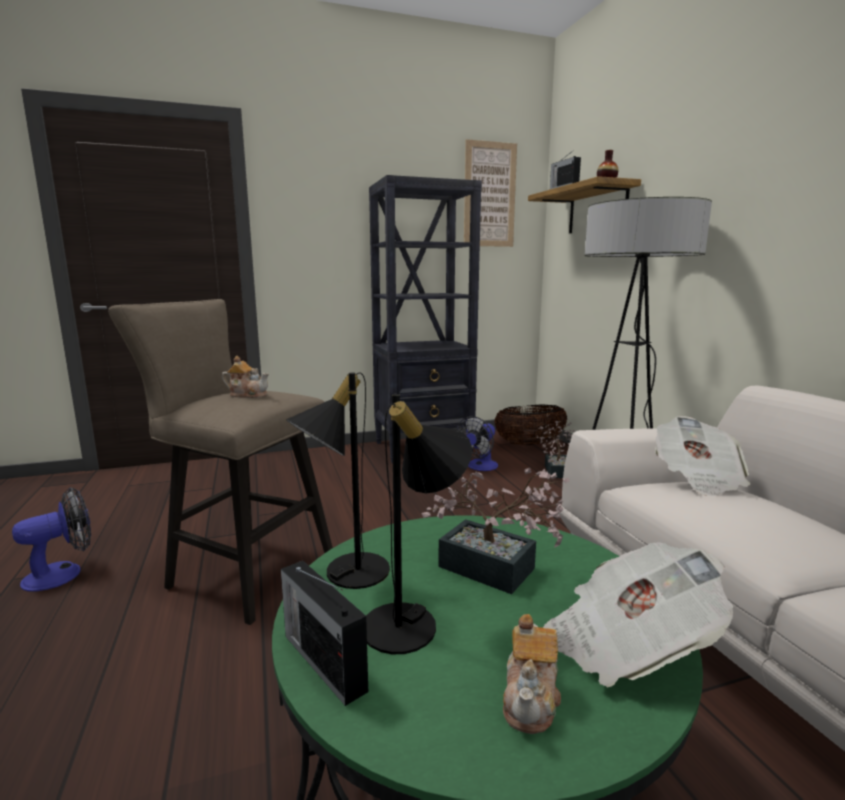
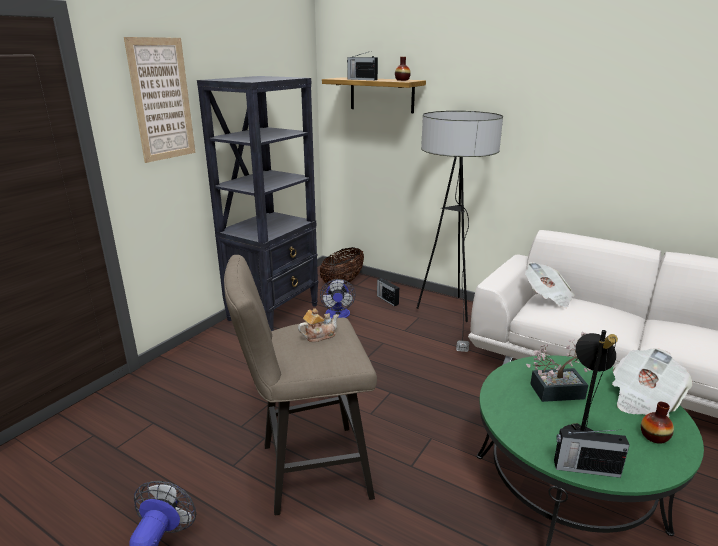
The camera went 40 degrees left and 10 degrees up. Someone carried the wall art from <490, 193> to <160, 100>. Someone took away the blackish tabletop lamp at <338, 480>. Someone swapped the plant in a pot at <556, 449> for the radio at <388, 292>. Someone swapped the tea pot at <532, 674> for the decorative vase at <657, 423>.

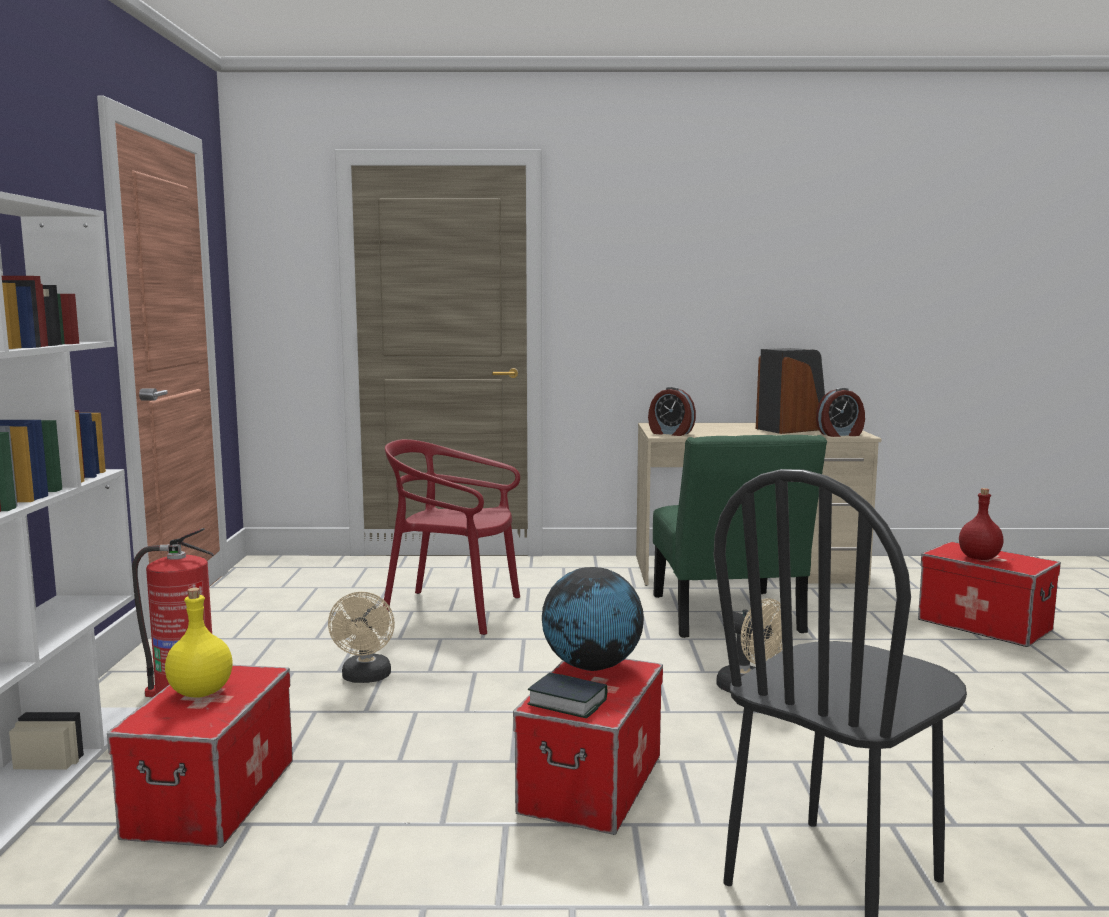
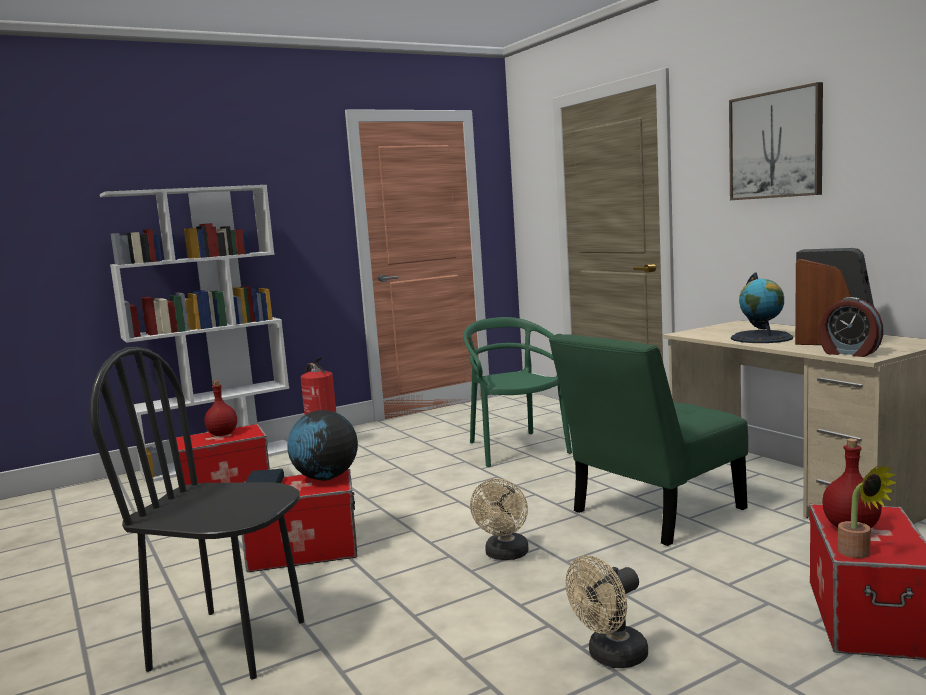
The camera went 60 degrees right and 0 degrees up. Someone took away the alarm clock at <672, 411>. Someone repainted the red upright chair at <451, 537>, which became the greenish upright chair at <517, 392>. Someone repainted the yellowish drink bottle at <199, 643>, which became the red drink bottle at <221, 408>. Someone carried the sand-coloured cooling fan from <361, 637> to <607, 611>. Someone put up the wall art at <776, 141>. Someone put down the world globe at <762, 308>. Someone put down the plant in a pot at <867, 511>.

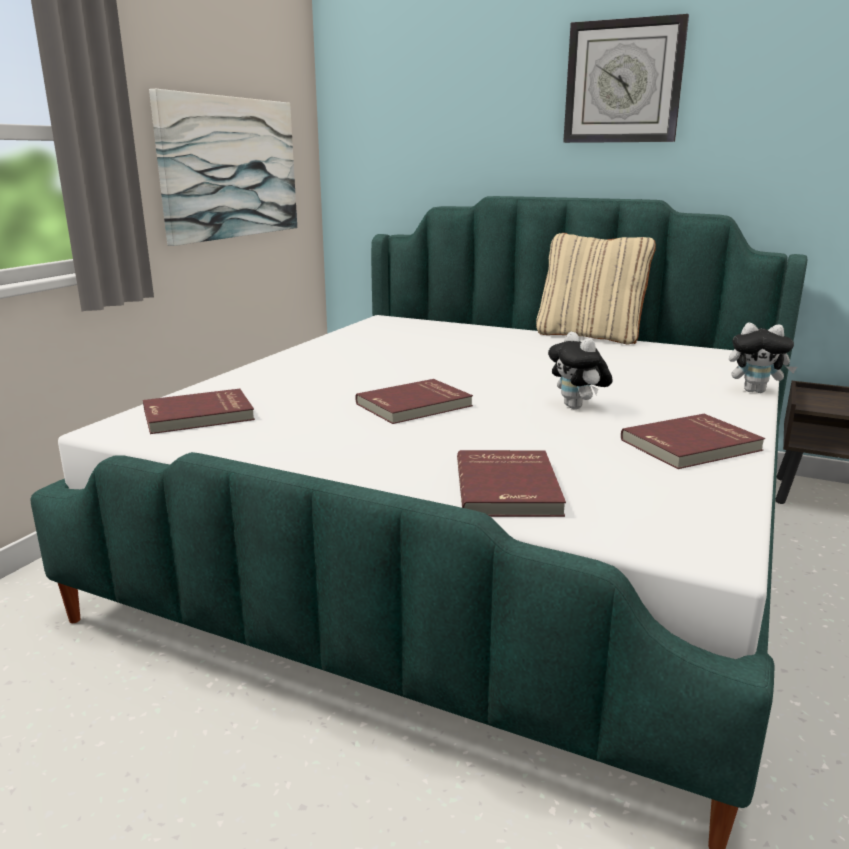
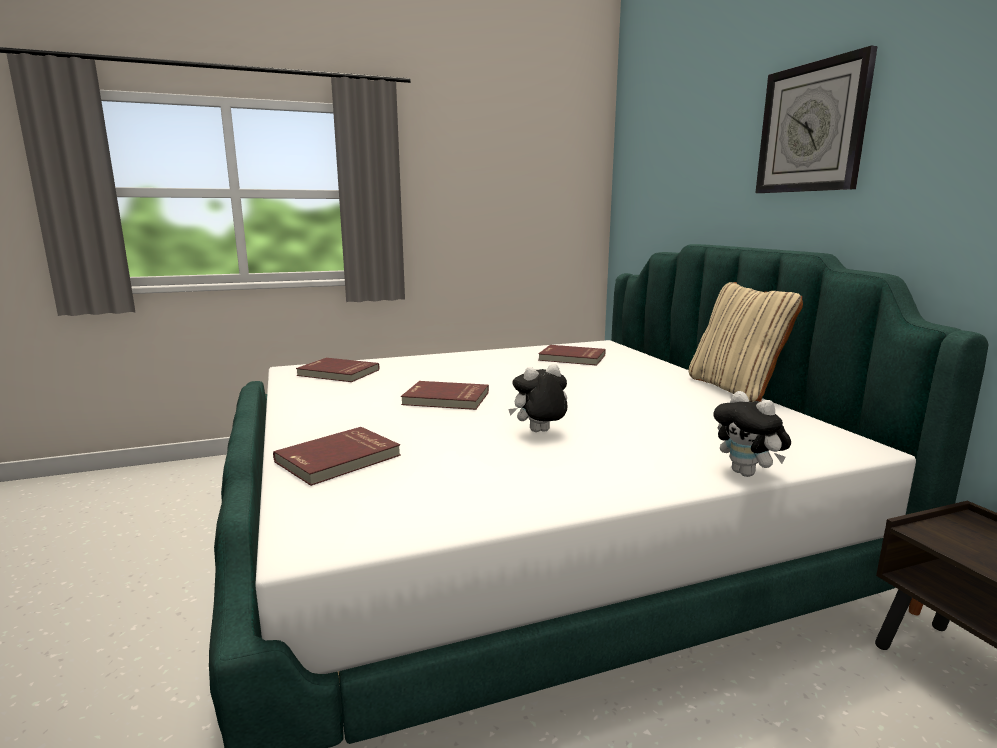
The camera went 45 degrees right and 5 degrees down. Someone took away the wall art at <223, 167>. Someone rotated the plush toy at <580, 370> by 45 degrees clockwise. Someone carried the red book from <693, 441> to <572, 355>.

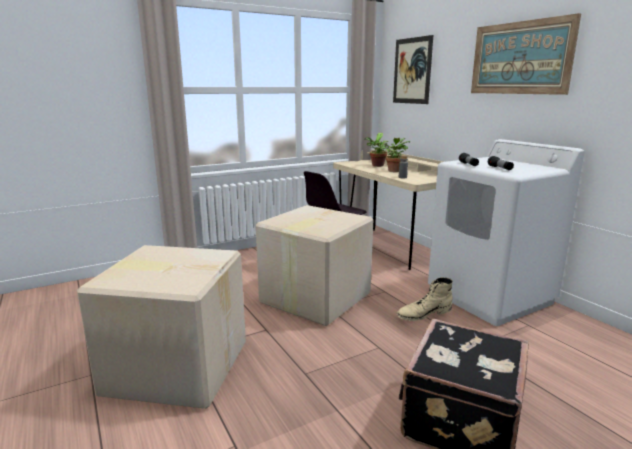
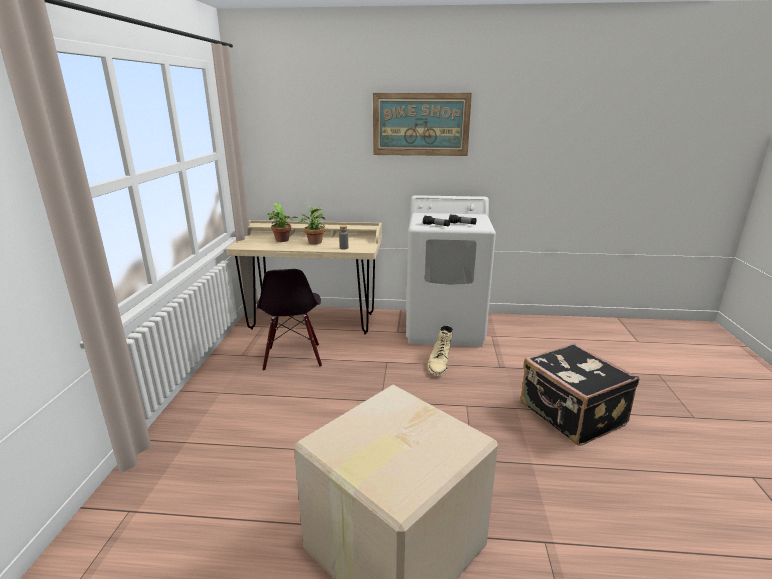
The camera went 55 degrees left and 5 degrees up. Someone took away the wall art at <413, 69>. Someone took away the packing box at <314, 265>.

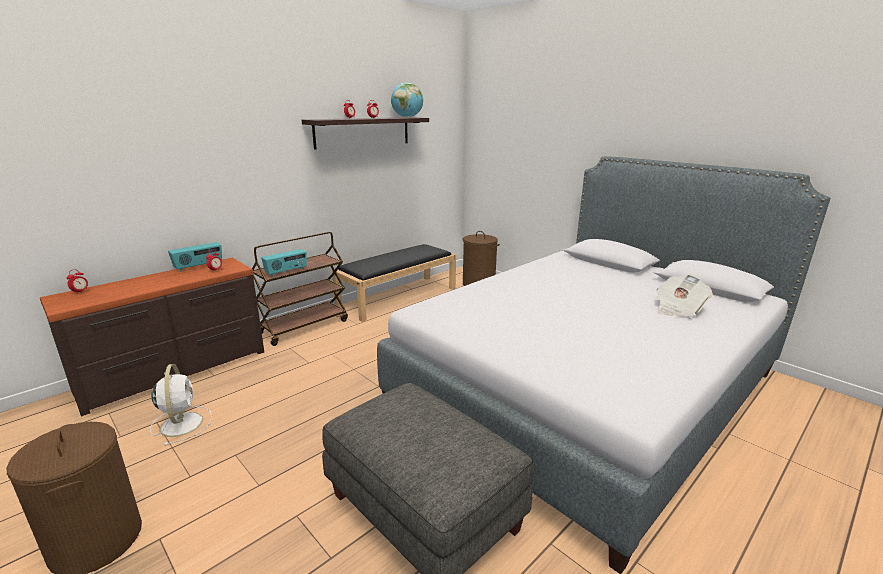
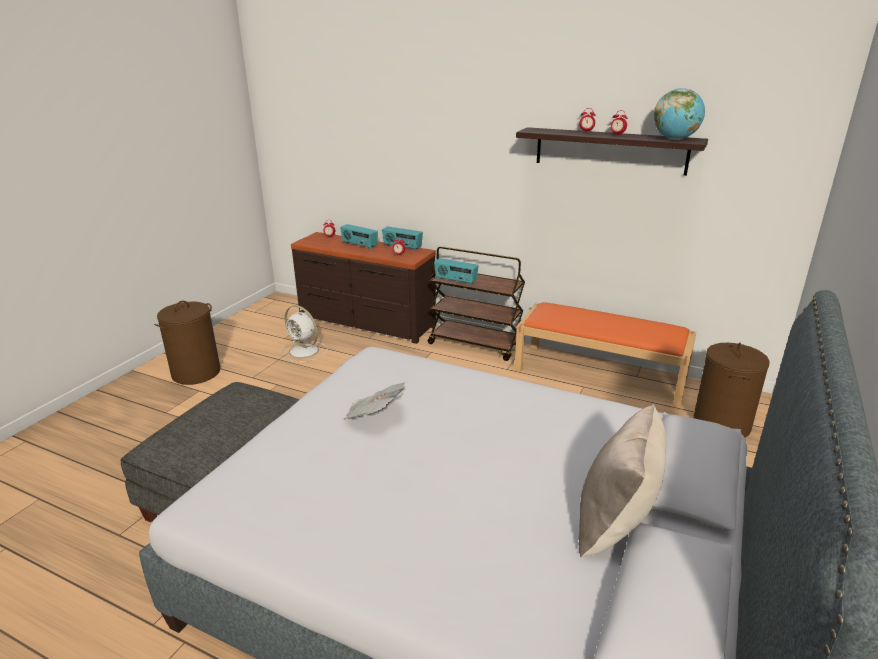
The camera went 70 degrees right and 5 degrees up. Someone repainted the blackish long seat at <394, 283>, which became the orange-coloured long seat at <605, 355>. Someone carried the daily paper from <683, 295> to <374, 401>. Someone rotated the white cooling fan at <181, 405> by 75 degrees clockwise. Someone put down the radio at <359, 237>. Someone put down the sand-coloured pillow at <622, 480>.

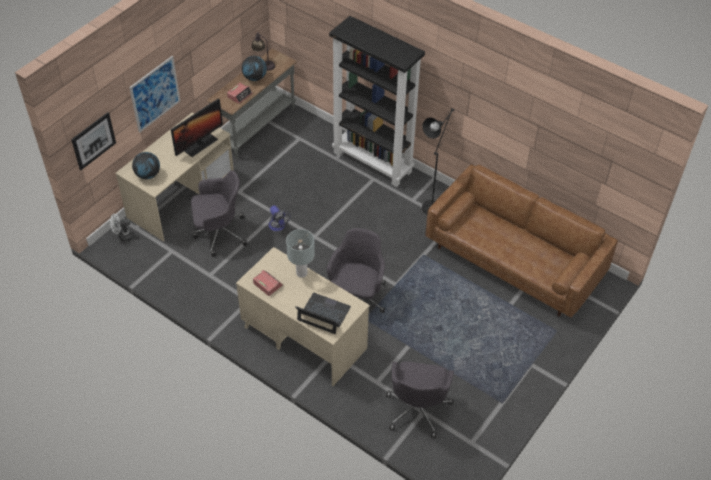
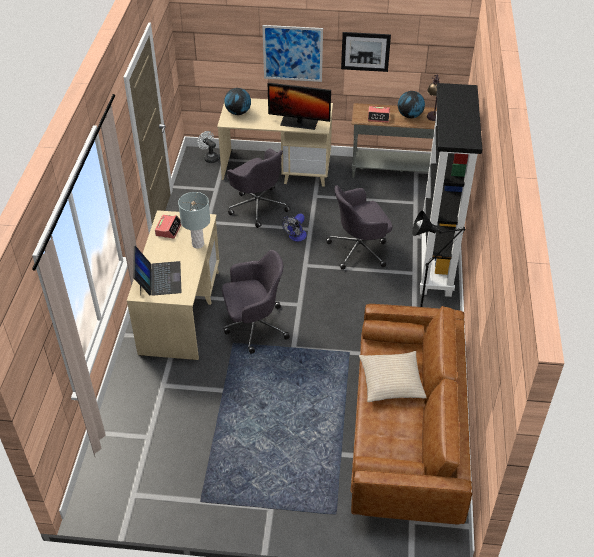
The camera went 60 degrees right and 5 degrees down. Someone carried the wall art from <93, 141> to <366, 52>. Someone carried the greyish office chair from <420, 400> to <359, 227>. Someone put down the sand-coloured pillow at <393, 376>.

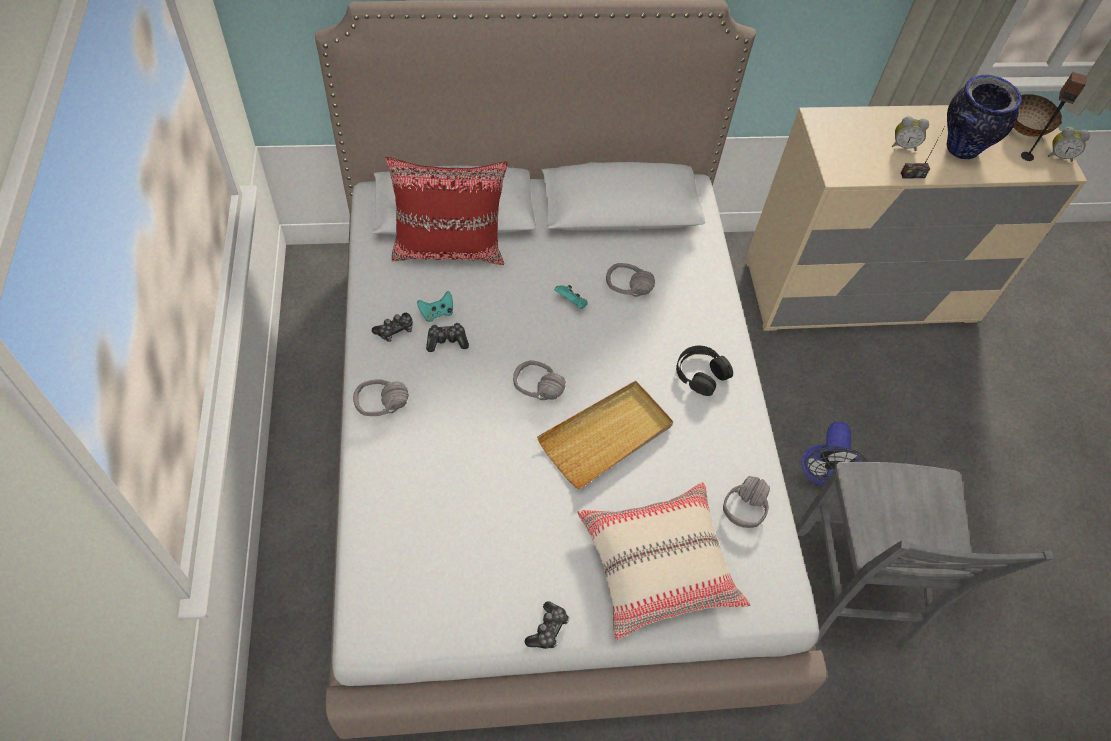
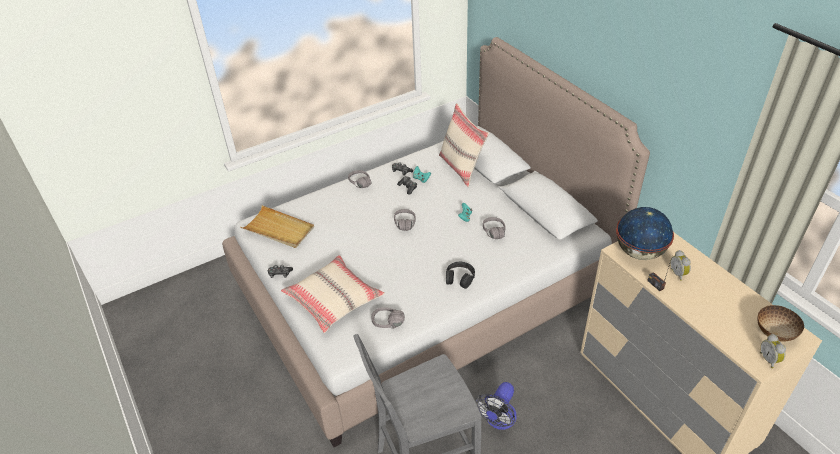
The camera went 70 degrees right and 15 degrees down. Someone took away the speaker at <1054, 116>. Someone took away the decorative vase at <984, 117>. Someone repainted the red pillow at <446, 211>, which became the sand-coloured pillow at <464, 145>. Someone carried the sand-coloured carrying tray from <605, 435> to <277, 226>. Someone rotated the cooling fan at <834, 453> by 45 degrees counterclockwise. Someone put down the world globe at <645, 233>.

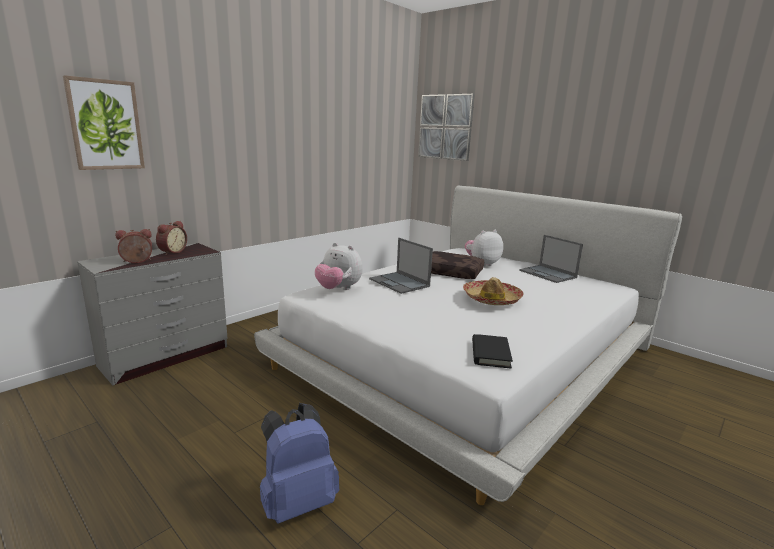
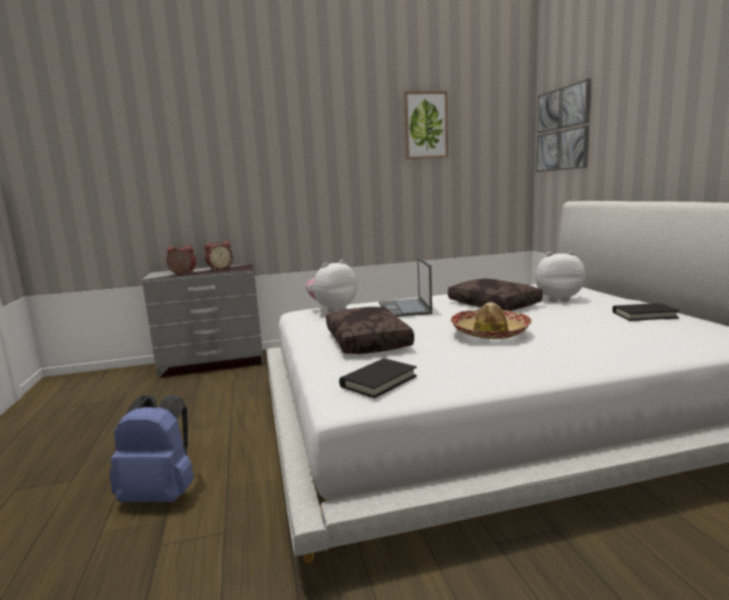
The camera went 35 degrees right and 5 degrees down. Someone carried the wall art from <104, 122> to <426, 125>. Someone swapped the laptop at <551, 259> for the blackish book at <646, 312>. Someone rotated the plush toy at <339, 266> by 75 degrees clockwise. Someone put down the brown pillow at <370, 330>.

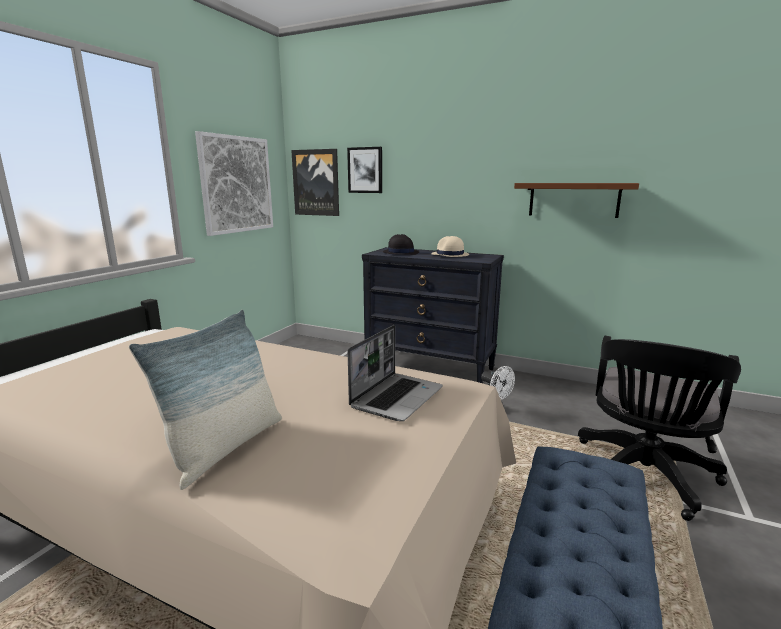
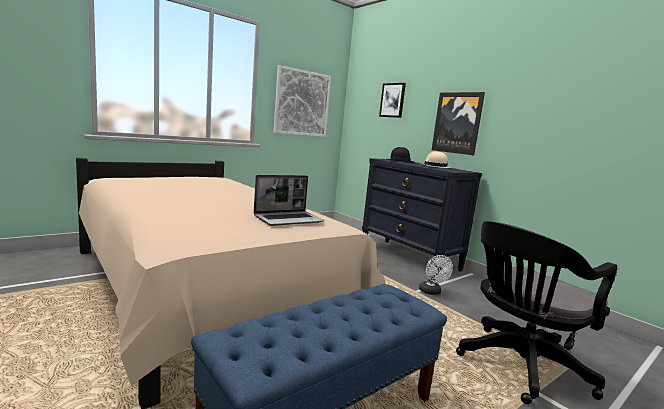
The camera went 25 degrees right and 5 degrees down. Someone carried the wall art from <315, 182> to <458, 123>. Someone took away the brown shelf at <576, 200>. Someone took away the pillow at <205, 400>.

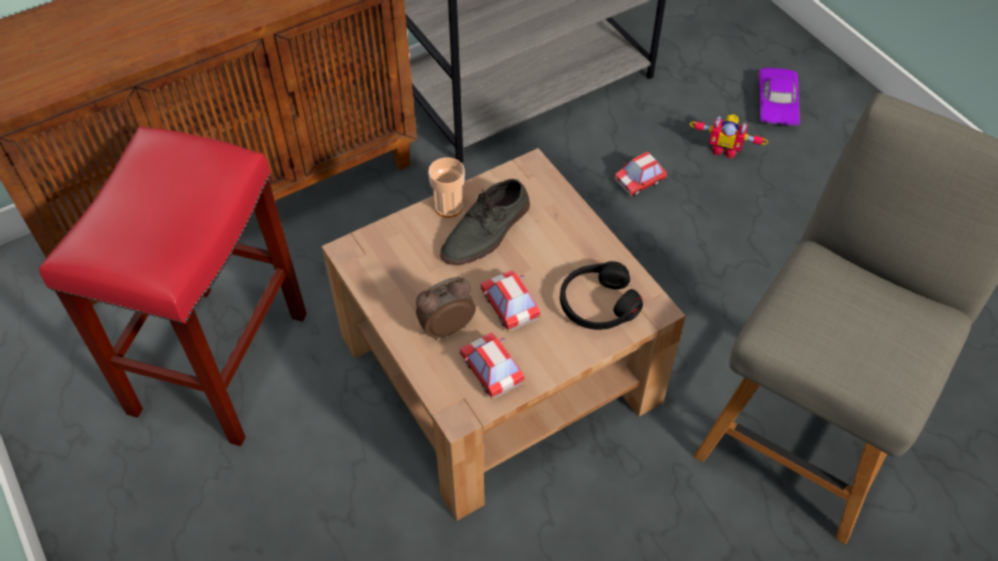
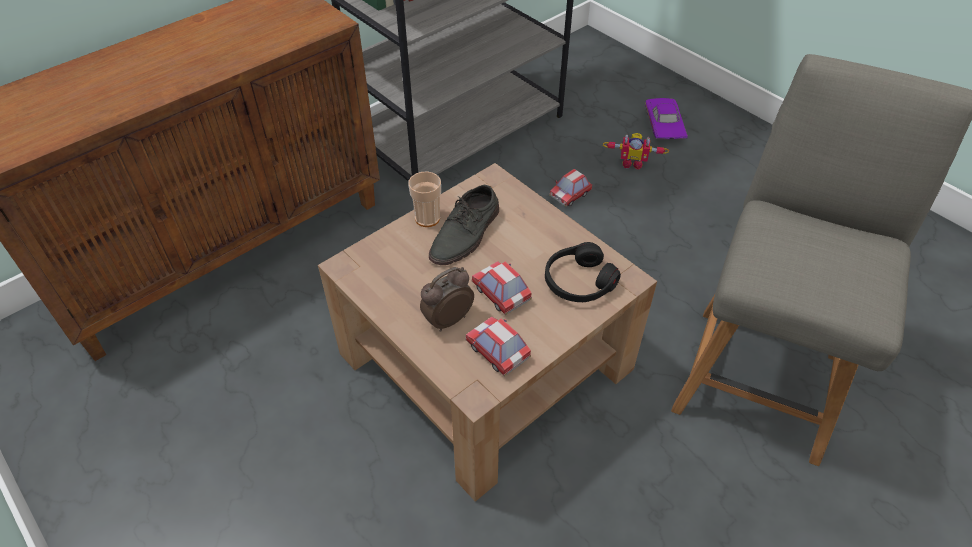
The camera went 10 degrees left and 5 degrees down. Someone took away the red stool at <173, 286>.

